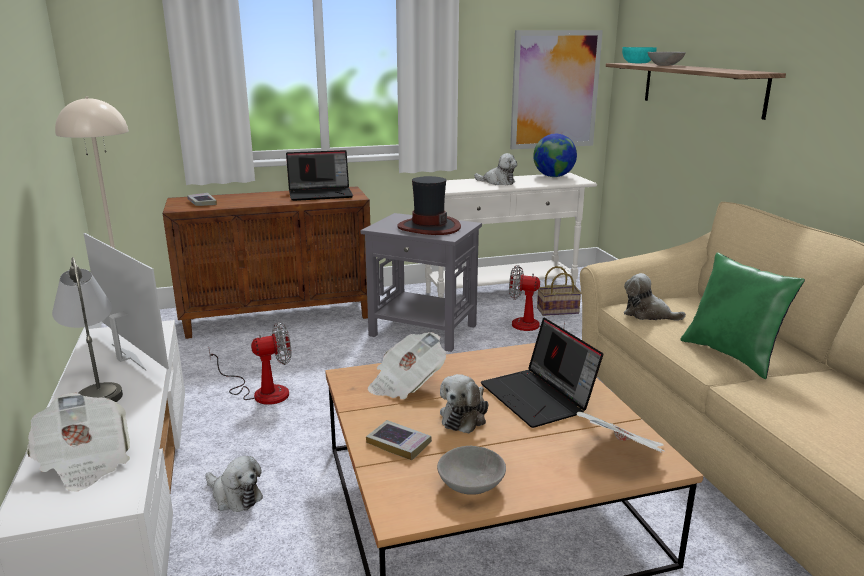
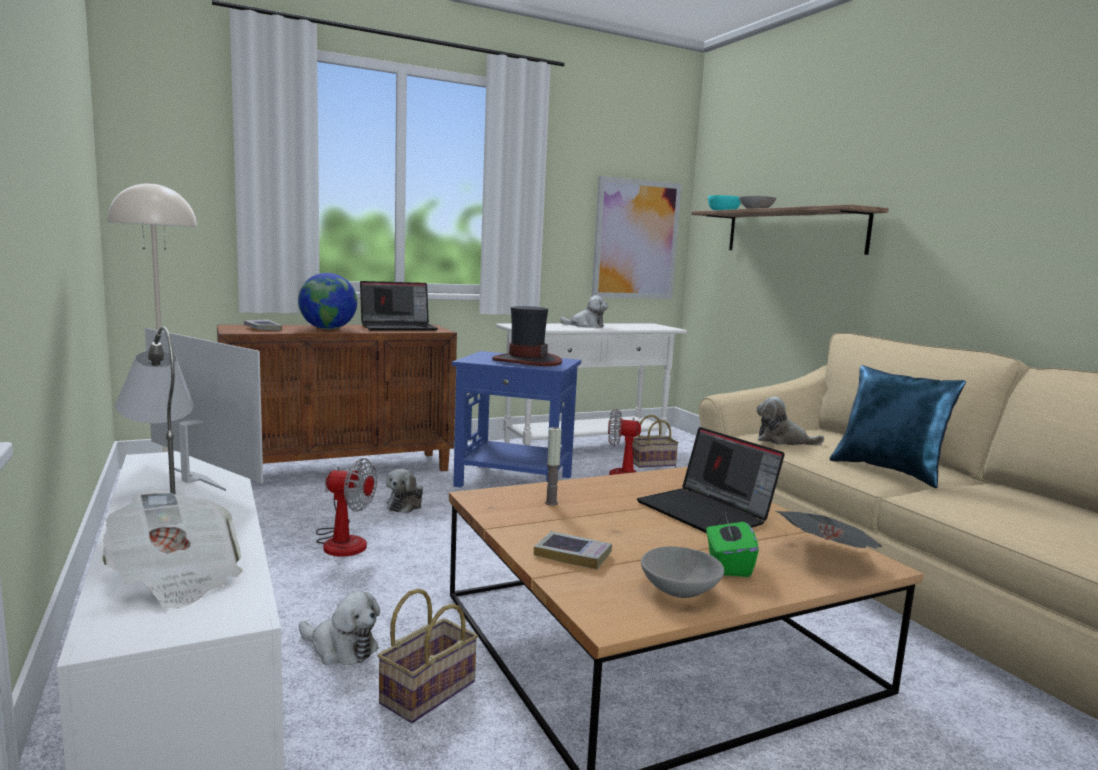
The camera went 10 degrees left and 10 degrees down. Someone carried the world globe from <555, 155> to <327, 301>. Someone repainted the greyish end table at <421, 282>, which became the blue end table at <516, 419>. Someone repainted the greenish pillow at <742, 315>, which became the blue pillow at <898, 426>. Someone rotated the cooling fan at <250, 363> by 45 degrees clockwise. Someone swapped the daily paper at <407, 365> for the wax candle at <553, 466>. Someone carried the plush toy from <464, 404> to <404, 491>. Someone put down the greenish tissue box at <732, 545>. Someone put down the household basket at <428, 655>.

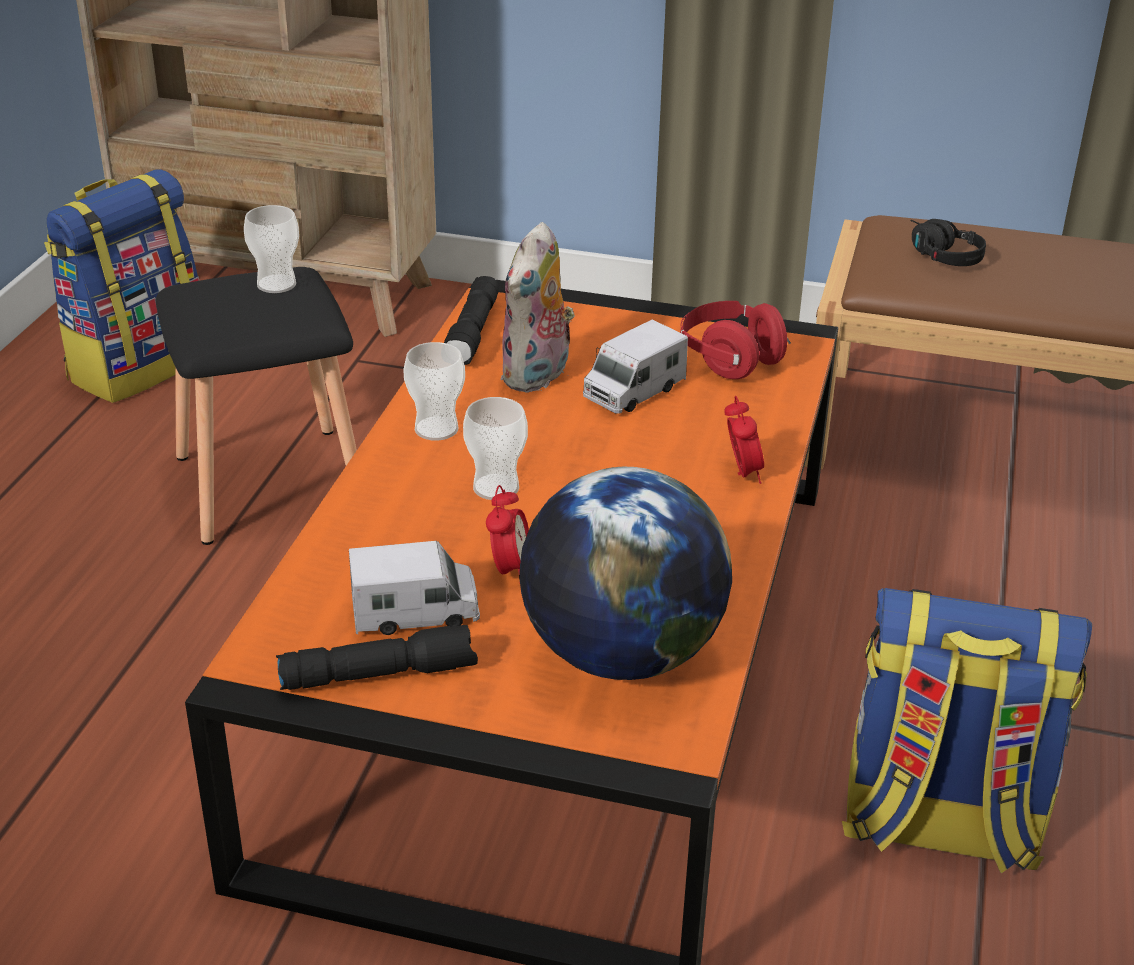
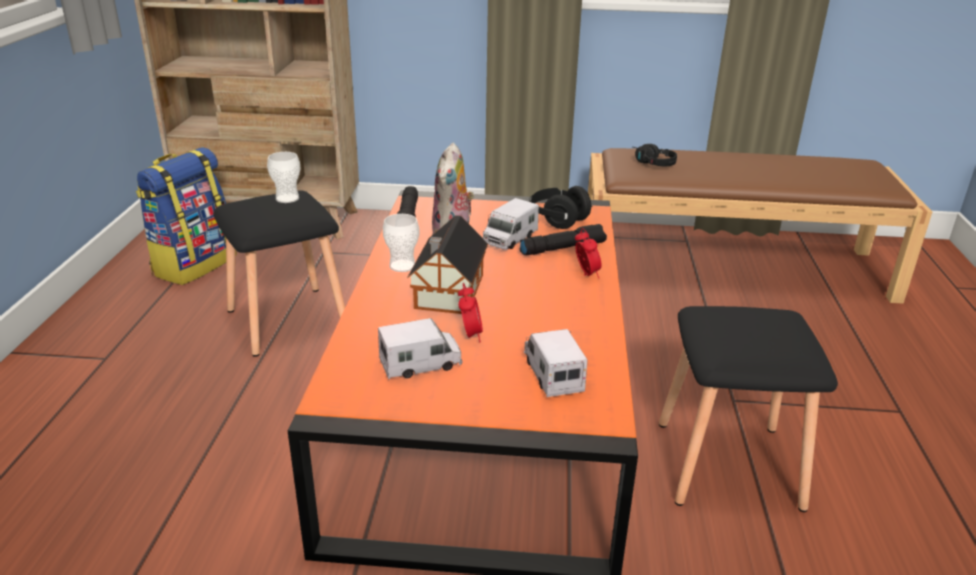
The camera went 10 degrees left and 5 degrees down. Someone repainted the red headset at <735, 340>, which became the blackish headset at <561, 207>. Someone swapped the small cup at <495, 448> for the miniature house at <447, 264>. Someone swapped the world globe at <625, 573> for the model truck at <555, 363>. Someone swapped the backpack at <967, 730> for the blackish stool at <748, 409>. Someone carried the blackish flashlight from <377, 657> to <563, 239>.

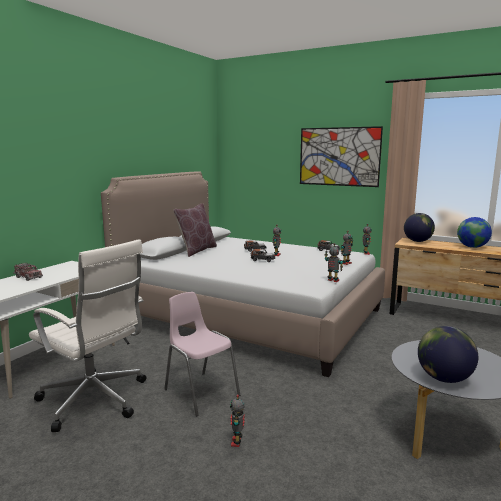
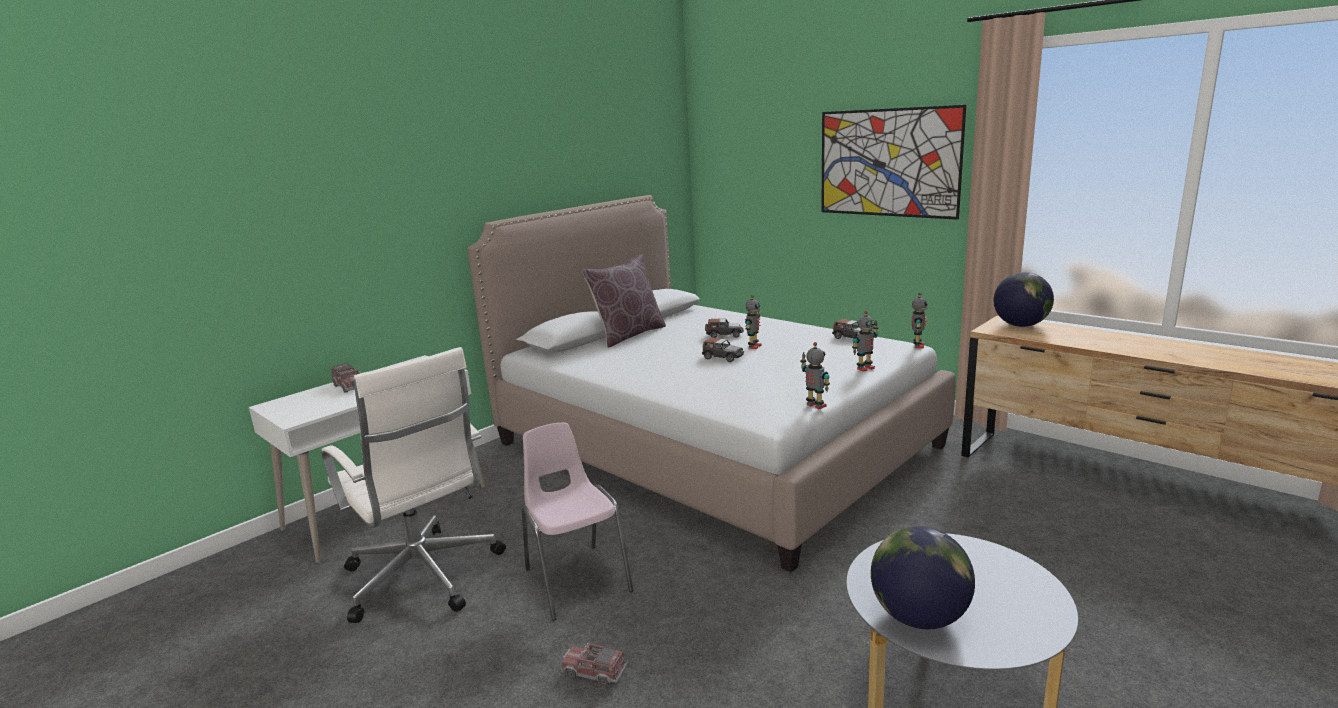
The camera went 15 degrees right and 5 degrees up. Someone took away the world globe at <474, 232>. Someone swapped the robot figure at <237, 420> for the model truck at <594, 664>.

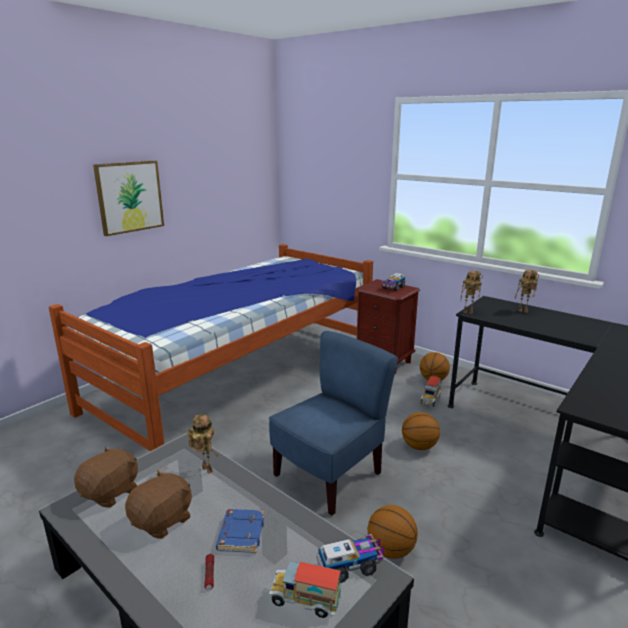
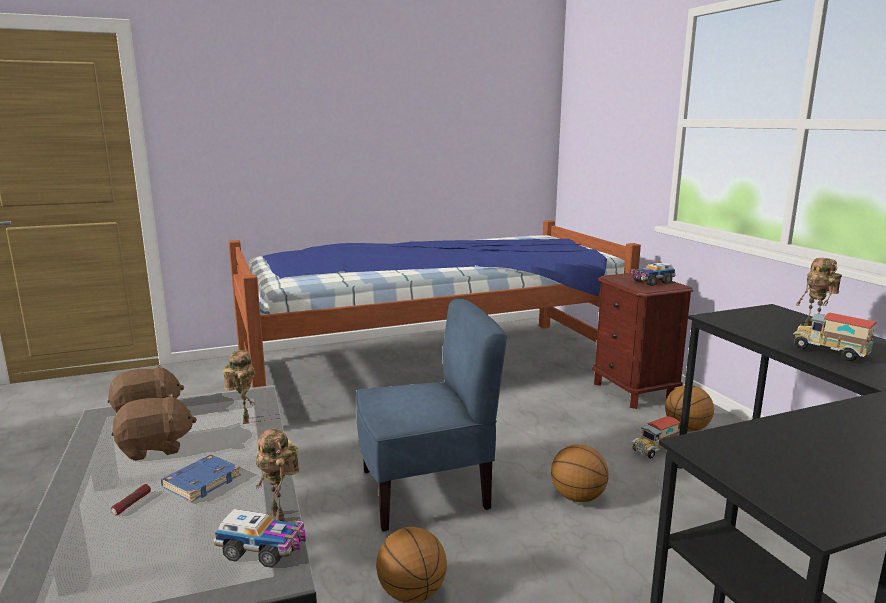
The camera went 30 degrees right and 5 degrees down. Someone took away the wall art at <128, 198>. Someone carried the robot figure from <472, 292> to <277, 475>. Someone carried the model truck from <305, 589> to <835, 336>.

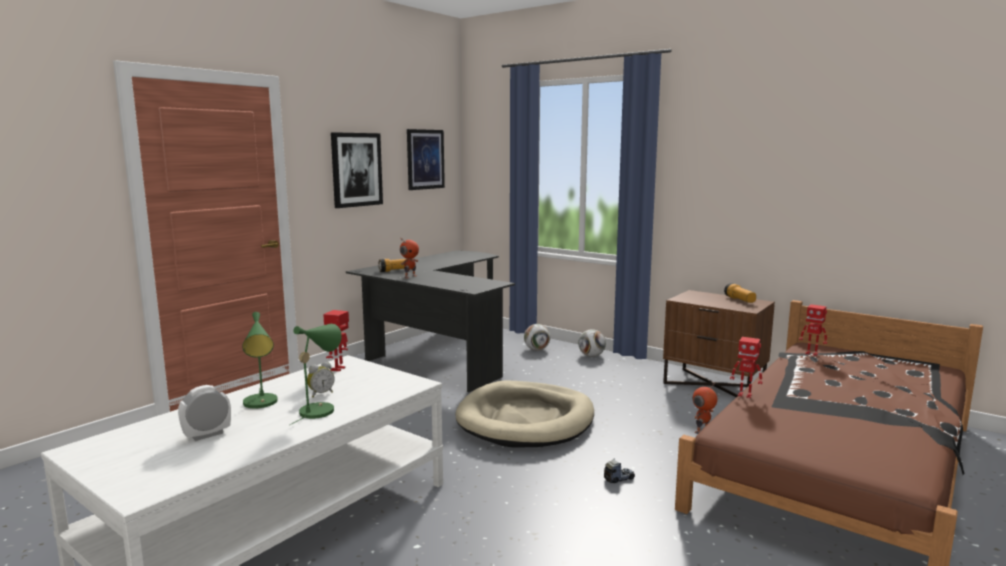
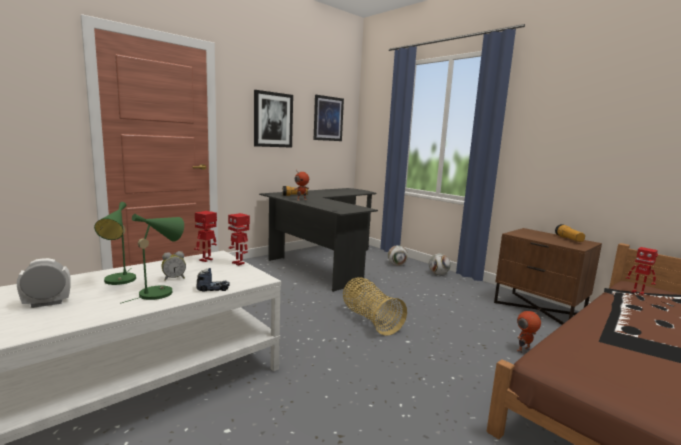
The camera went 10 degrees right and 0 degrees up. Someone carried the robot figure from <746, 367> to <239, 239>. Someone swapped the sand-coloured dog cushion at <524, 414> for the household basket at <375, 306>. Someone carried the model truck from <619, 470> to <213, 280>.

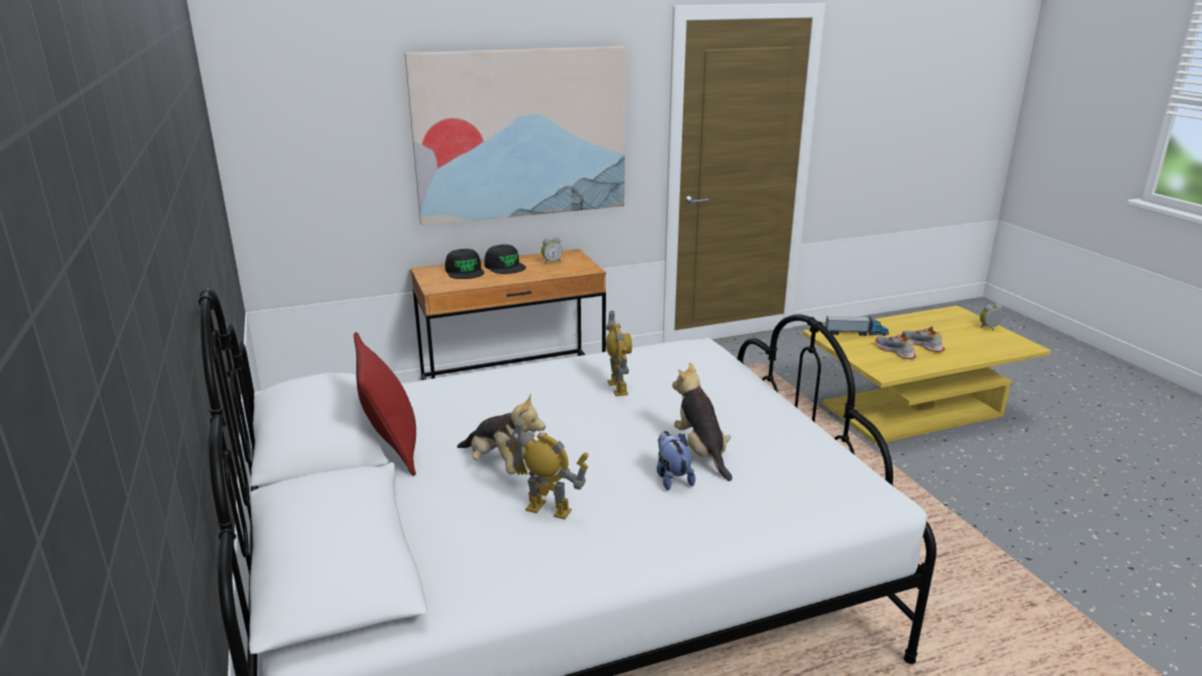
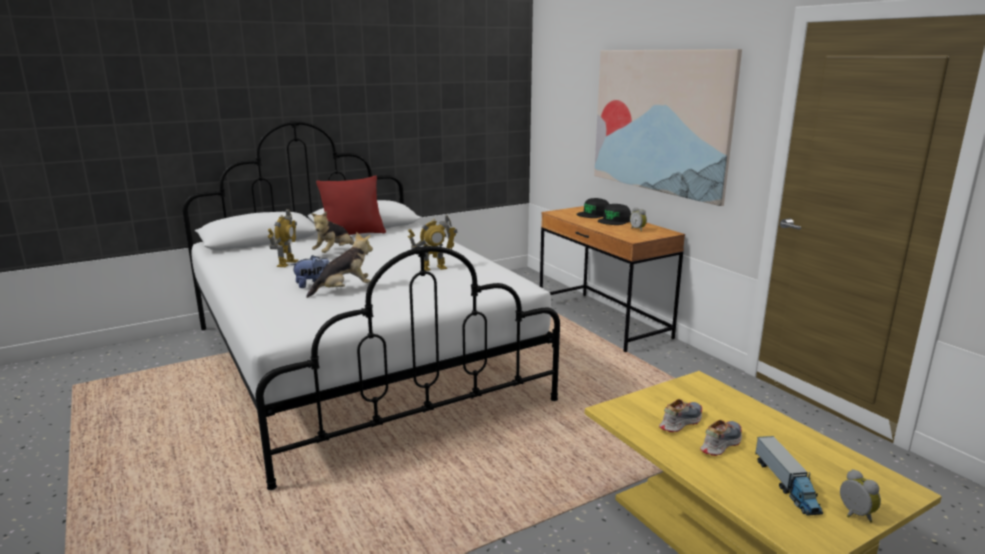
The camera went 80 degrees right and 5 degrees down. Someone carried the model truck from <857, 326> to <789, 476>.

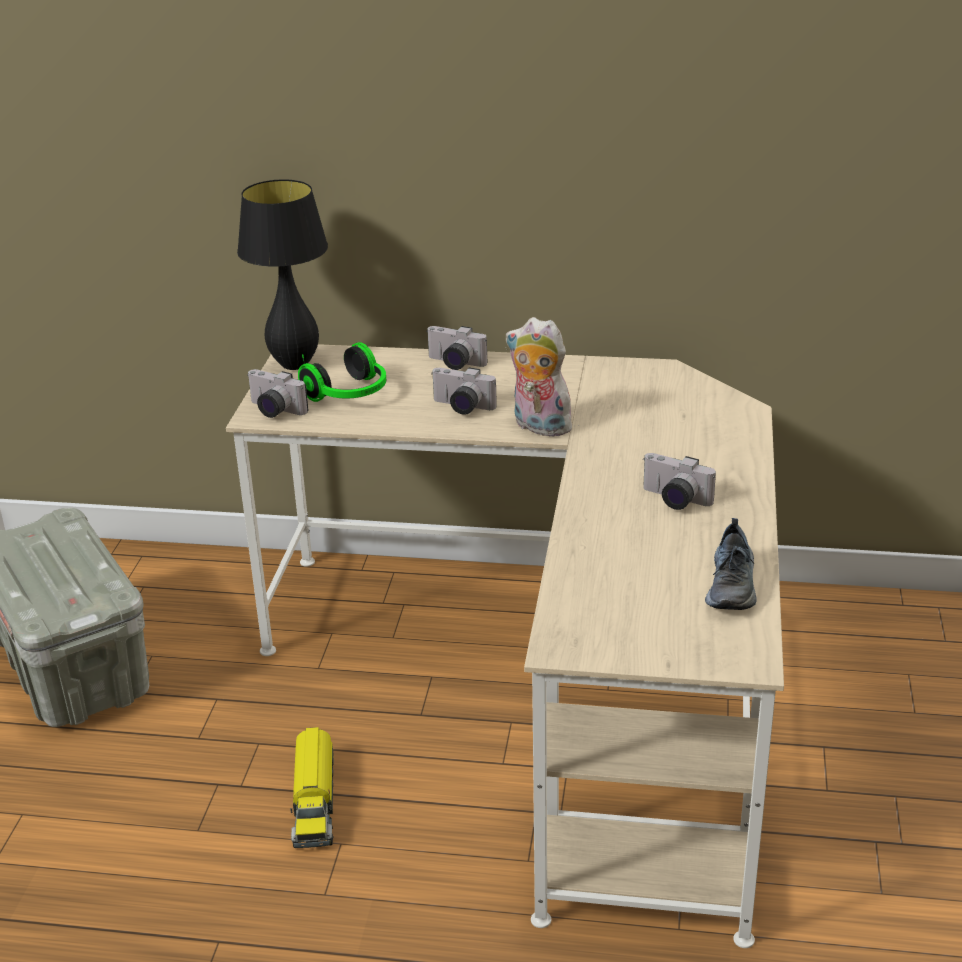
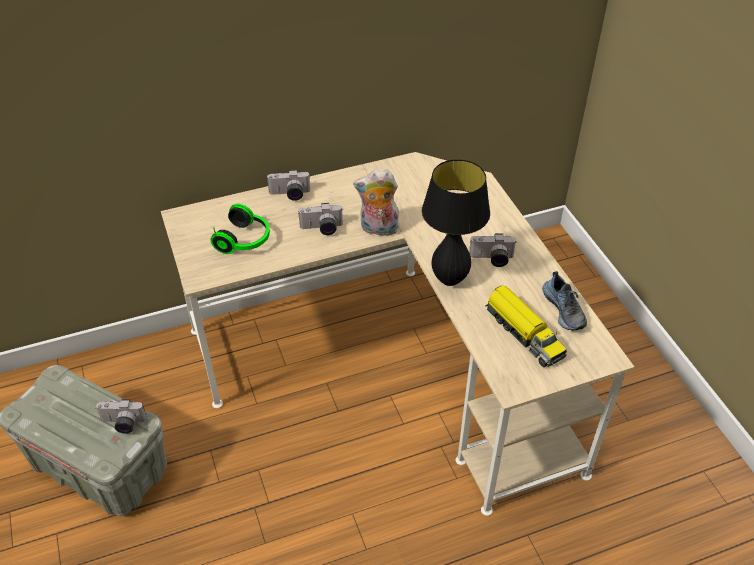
The camera went 30 degrees left and 15 degrees up. Someone carried the blackish tabletop lamp from <282, 275> to <456, 222>. Someone carried the photo camera from <278, 393> to <121, 416>. Someone carried the model truck from <312, 787> to <526, 326>.

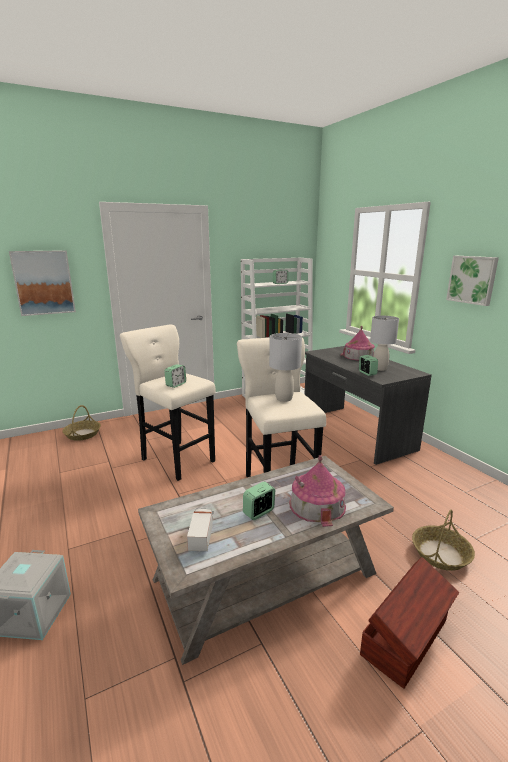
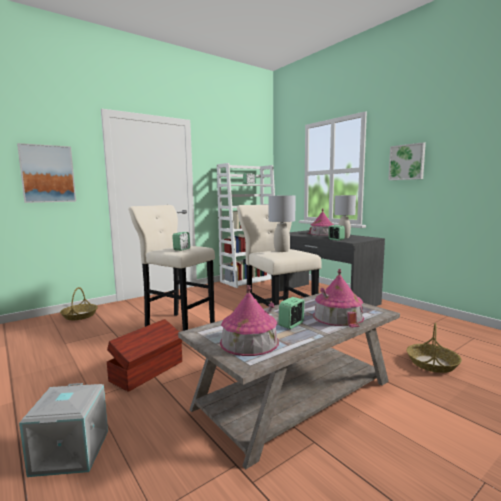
The camera went 10 degrees left and 10 degrees down. Someone swapped the model truck at <200, 530> for the miniature house at <249, 320>. Someone carried the brown storage box from <409, 623> to <145, 355>.

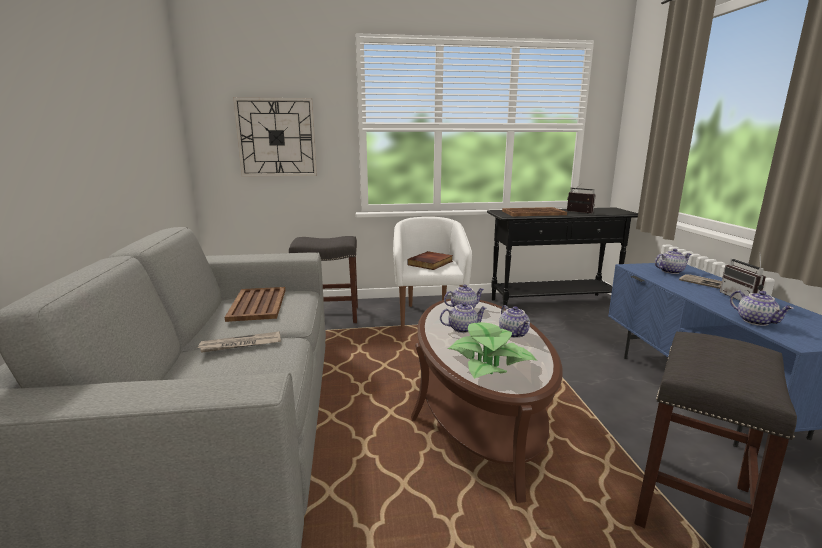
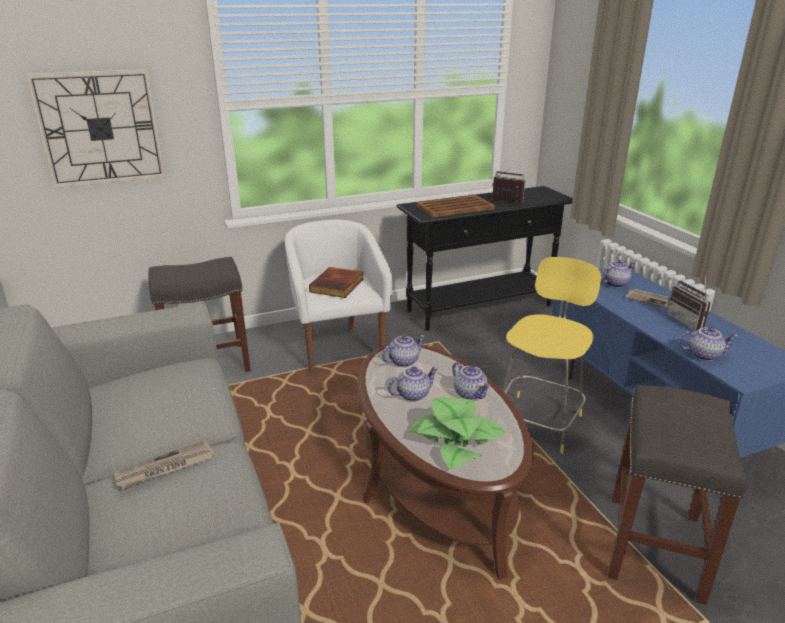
The camera went 15 degrees left and 10 degrees up. Someone took away the brown carrying tray at <255, 304>. Someone rotated the tea pot at <762, 308> by 45 degrees counterclockwise. Someone put down the yellowish stool at <552, 355>.

